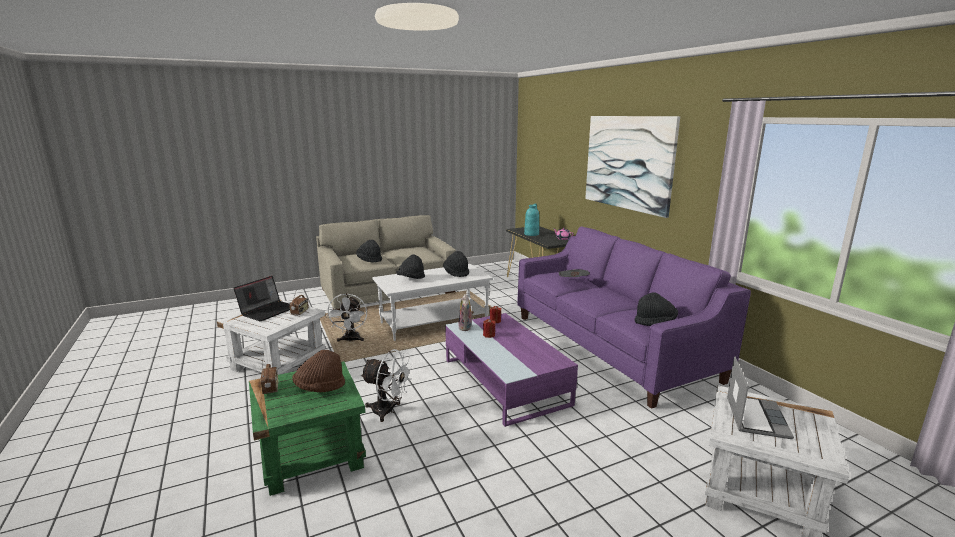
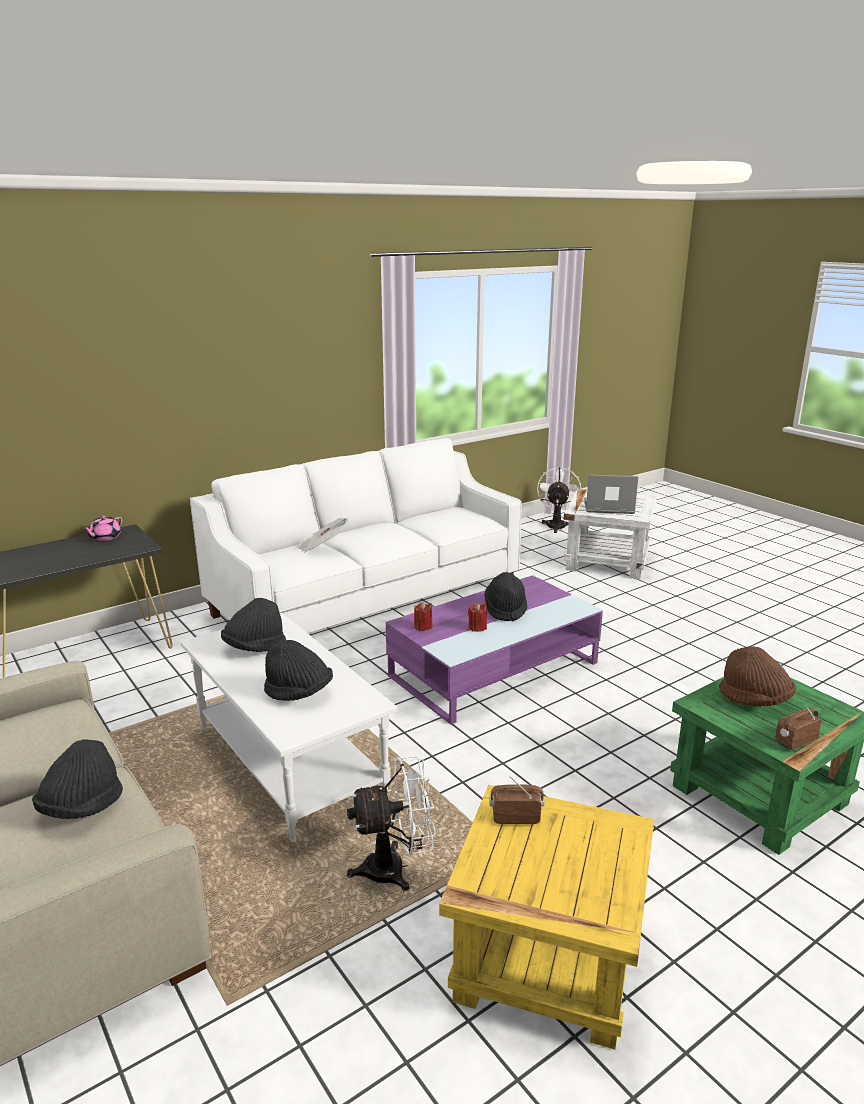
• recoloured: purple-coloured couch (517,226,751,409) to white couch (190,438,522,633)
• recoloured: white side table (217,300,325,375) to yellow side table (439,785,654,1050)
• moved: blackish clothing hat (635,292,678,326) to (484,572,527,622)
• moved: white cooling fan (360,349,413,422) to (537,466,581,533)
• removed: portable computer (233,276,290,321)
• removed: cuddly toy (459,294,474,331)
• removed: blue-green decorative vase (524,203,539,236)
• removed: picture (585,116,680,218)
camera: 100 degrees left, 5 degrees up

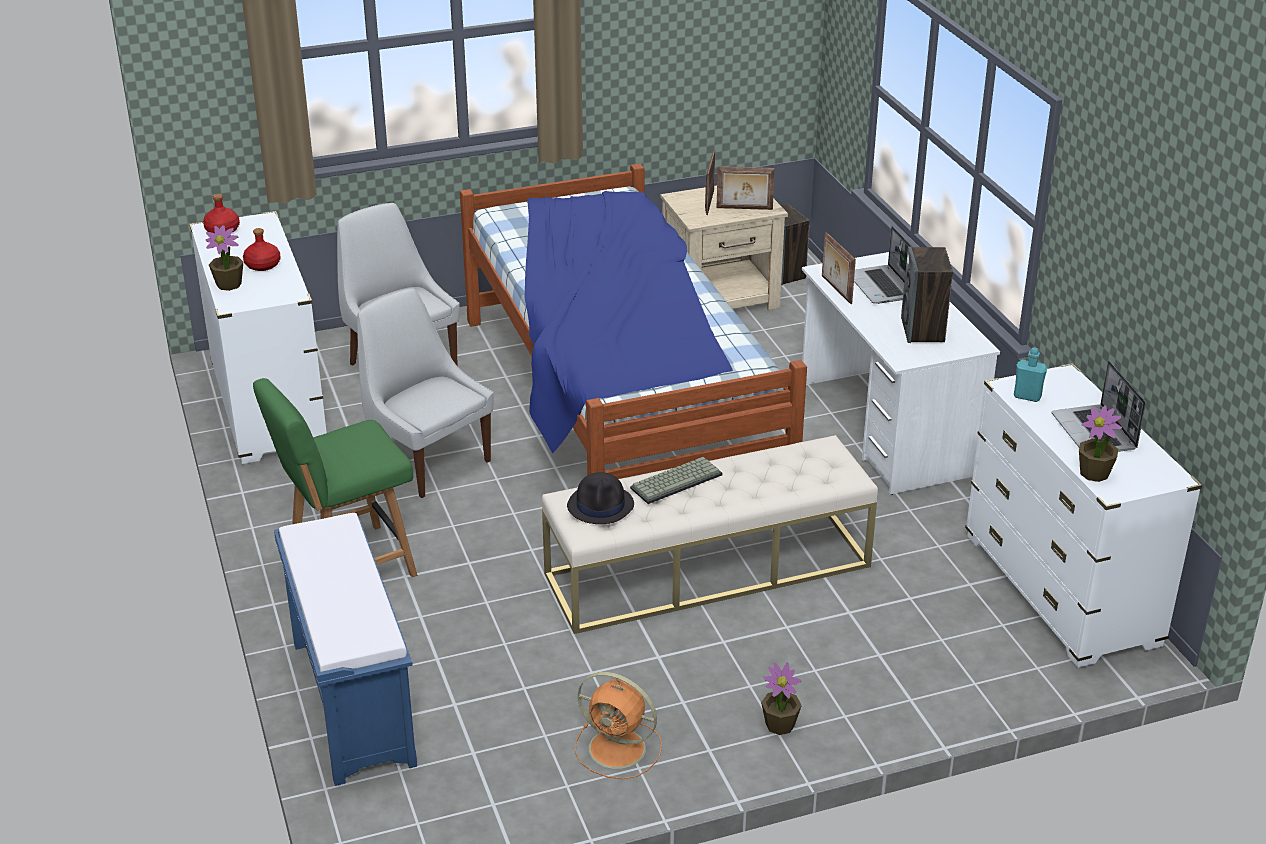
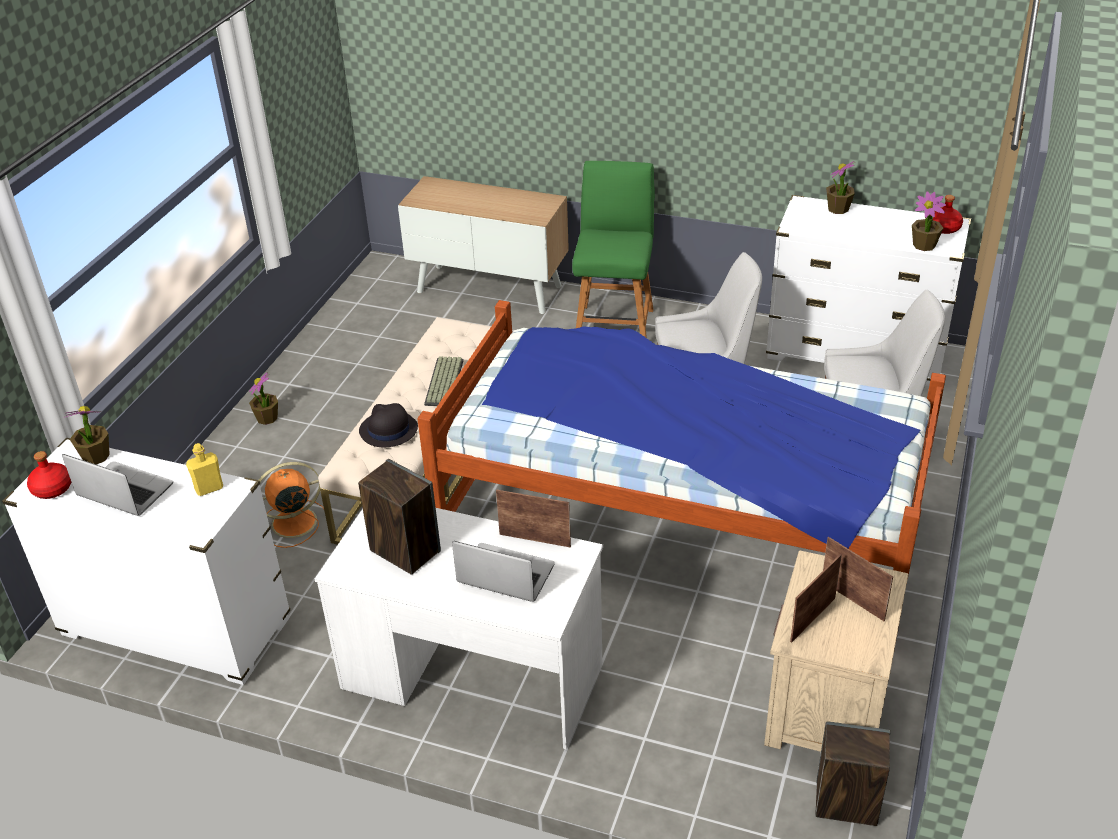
• moved: red drink bottle (243,228,280,271) to (27,451,71,499)
• recoloured: blue-green drink bottle (1014,347,1047,402) to yellow drink bottle (186,443,223,496)
• moved: orangey cooling fan (575,672,662,779) to (259,462,324,548)
• moved: blackish clothing hat (567,472,634,524) to (359,403,418,447)
• replaced: blue-coloured indoor bench (274,513,417,786) to cabinet (398,176,569,314)
• added: potted plant (912,192,946,251)
camera: 130 degrees right, 5 degrees up

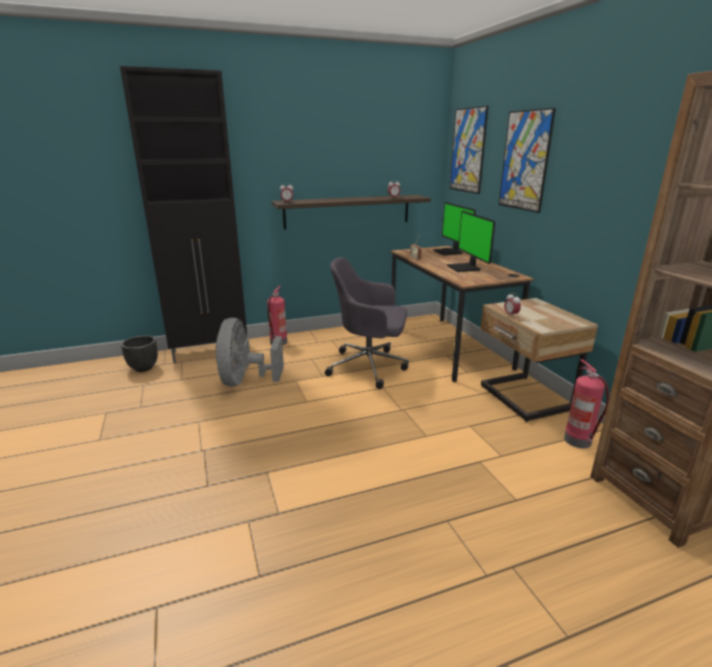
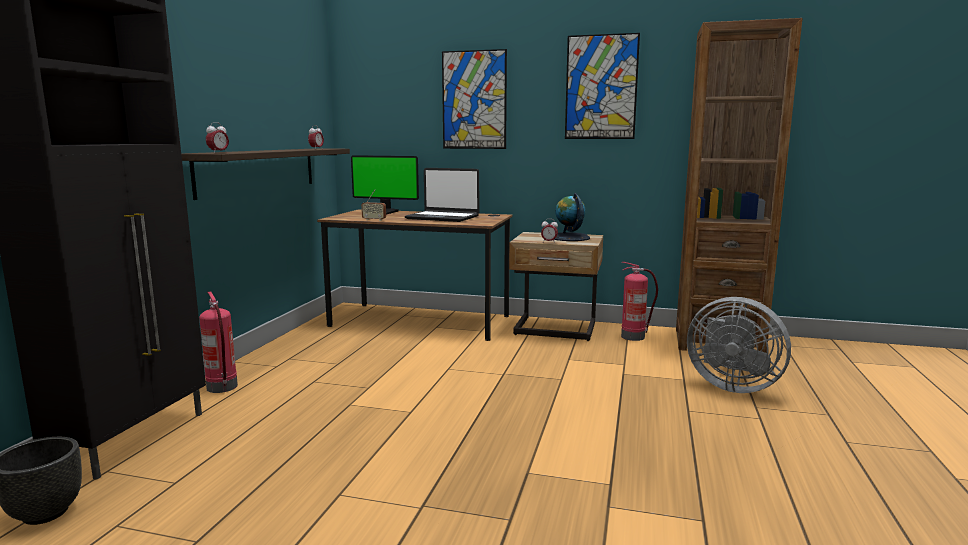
• replaced: computer display (447,211,495,272) to portable computer (405,168,479,222)
• added: globe (554,193,590,241)
• moved: picture (450,106,488,194) to (565,33,640,139)
• moved: grey cooling fan (215,318,284,387) to (687,297,791,393)
• removed: grey computer chair (325,257,409,389)
camera: 55 degrees left, 10 degrees down

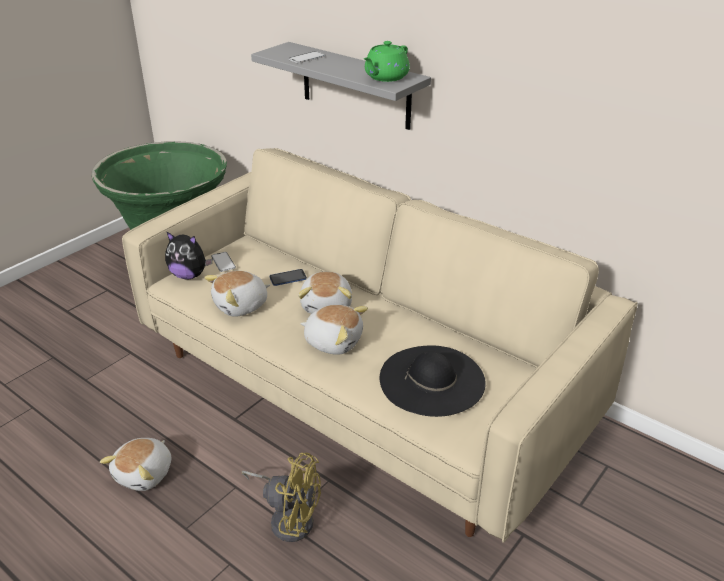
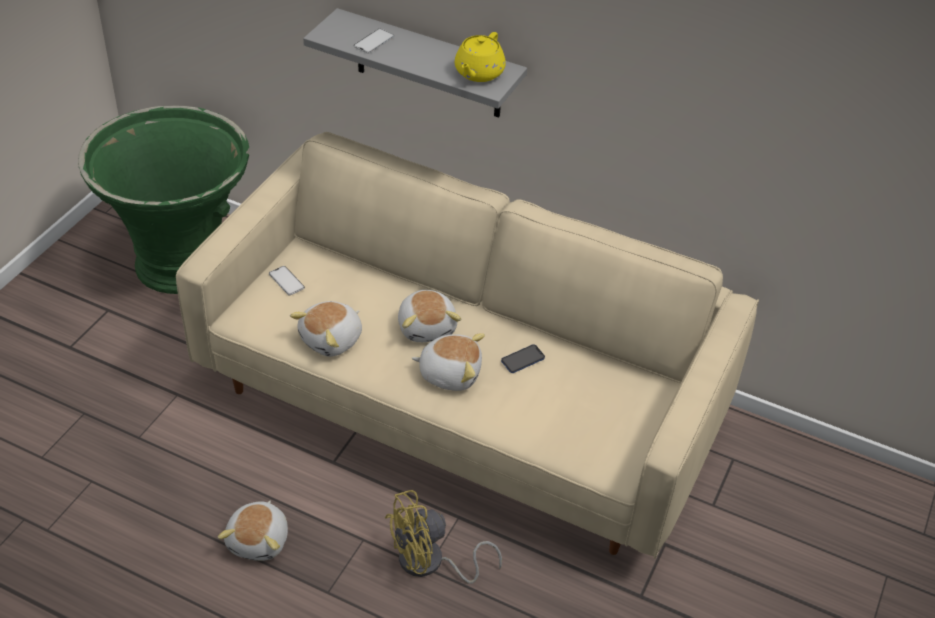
• turned: yellow cooling fan (242,452,321,542) = (385,490,502,584) 150 degrees clockwise
• recoloured: greenish tea pot (364,41,410,82) to yellow tea pot (455,32,506,82)
• moved: handset (270,269,307,286) to (501,344,545,373)
• removed: cuddly toy (165,232,212,279)
• removed: blackish clothing hat (380,345,486,417)
camera: 15 degrees left, 10 degrees up

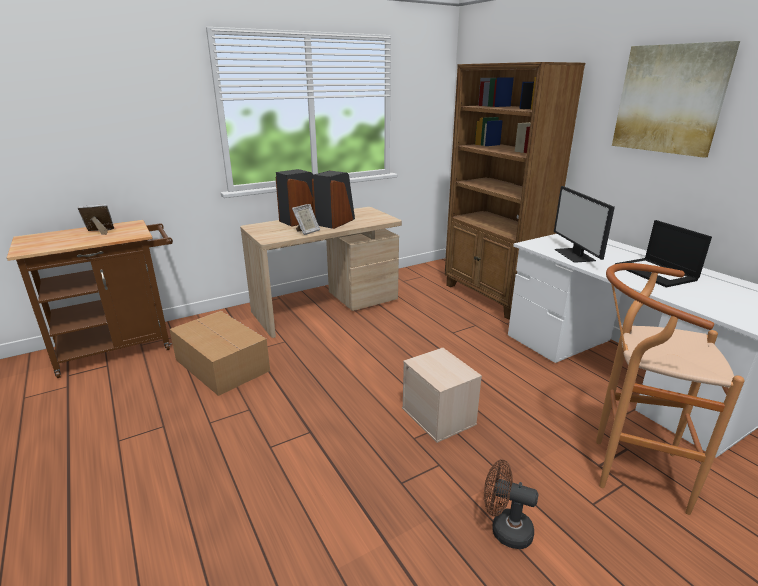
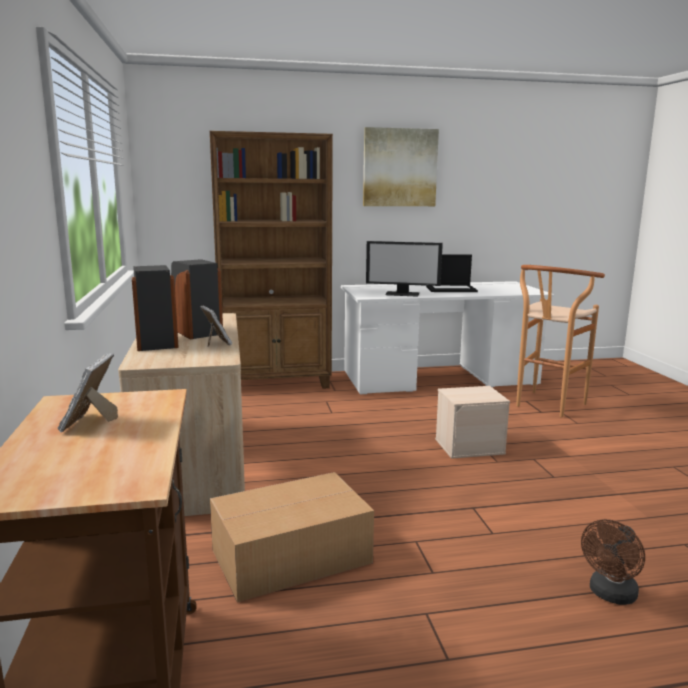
• moved: brownish cooling fan (484,459,538,549) to (581,519,645,605)
camera: 70 degrees left, 10 degrees down

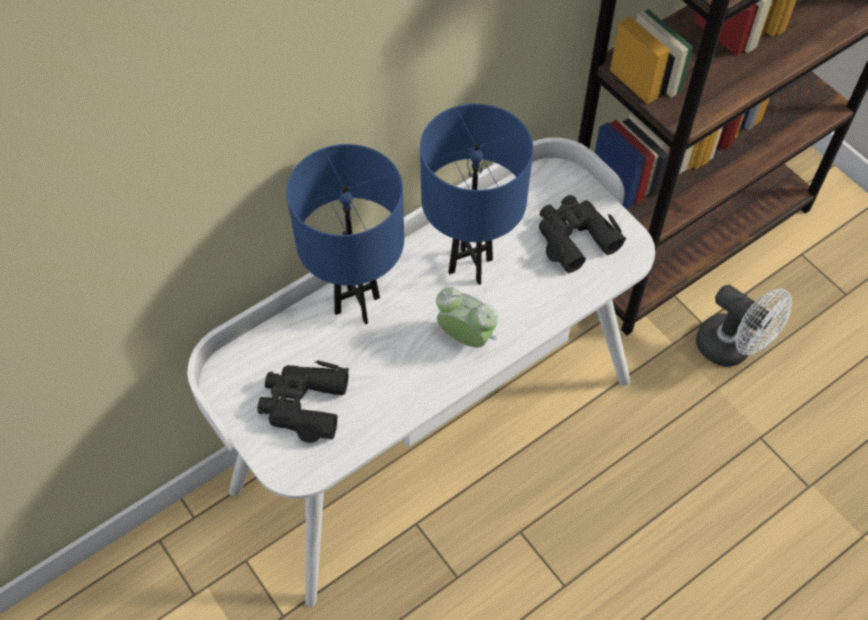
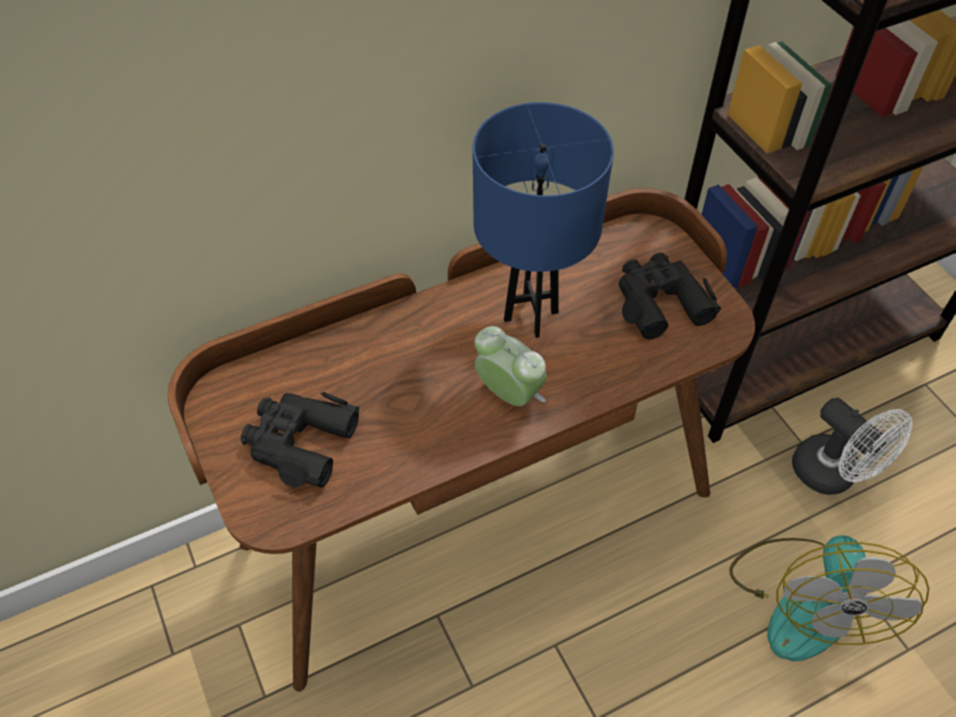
• recoloured: white desk (187,137,655,607) to brownish desk (168,188,755,692)
• added: cooling fan (729,535,929,661)
• removed: blue-coloured lamp for a table (286,144,404,325)
camera: 10 degrees right, 5 degrees down

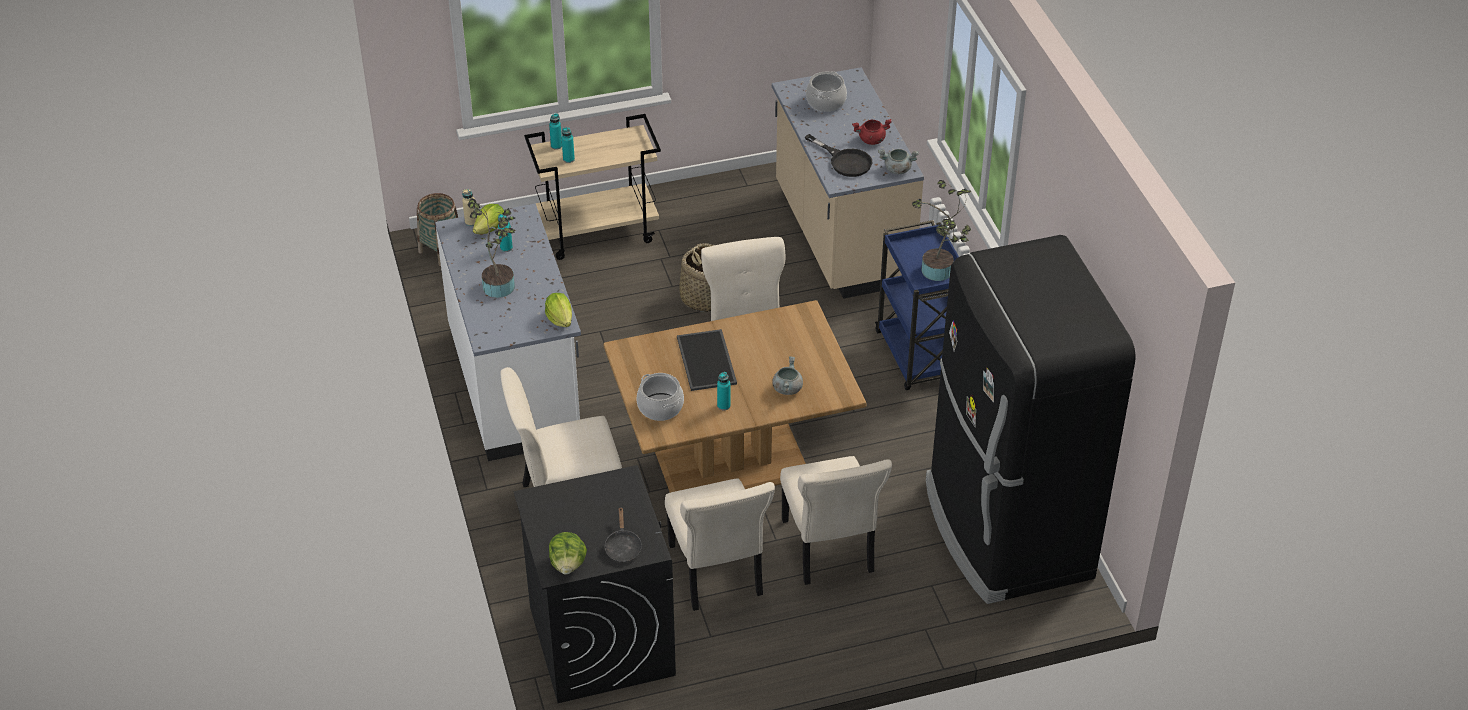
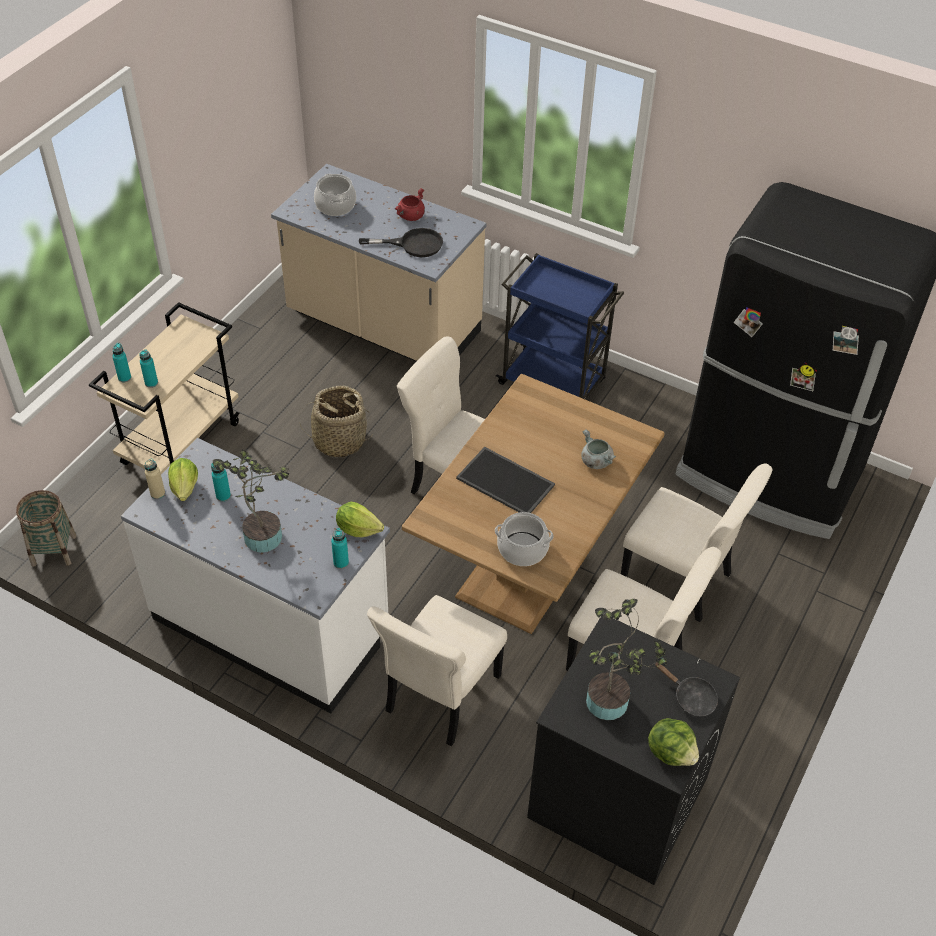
• moved: blue-green drink bottle (717,372,731,410) to (331,528,349,569)
• moved: potted plant (912,180,971,281) to (586,599,667,720)
• removed: grey stockpot (878,149,919,174)
camera: 45 degrees left, 5 degrees up

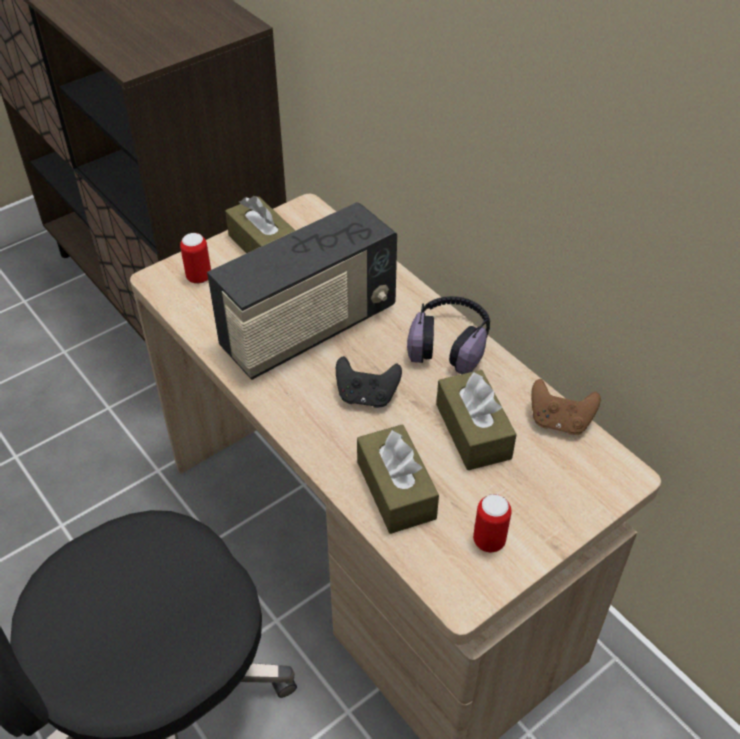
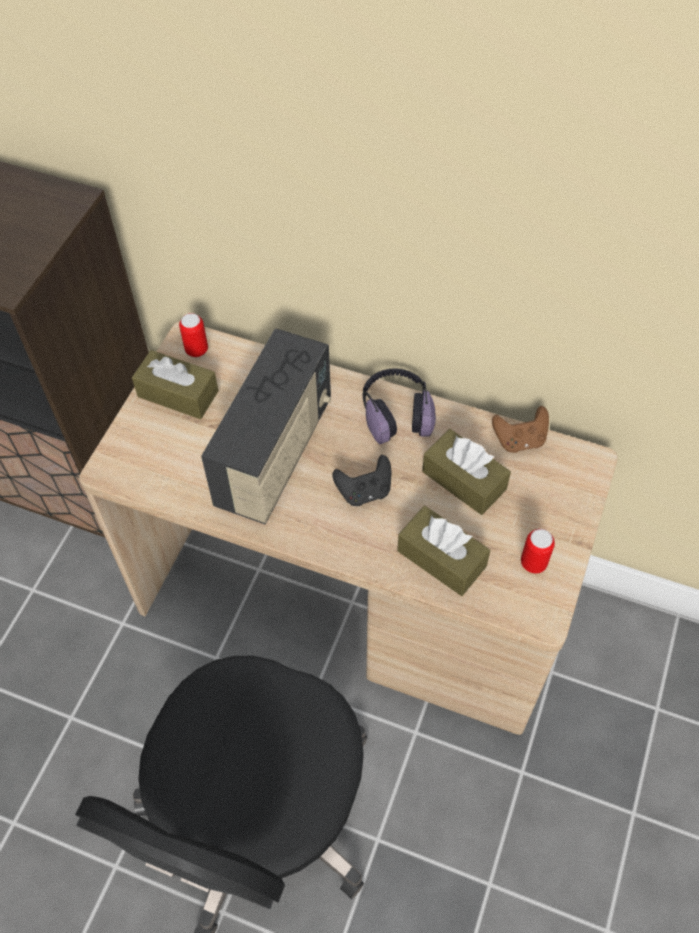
• moved: metal can (180,233,211,284) to (179,313,208,357)
camera: 30 degrees left, 10 degrees up

